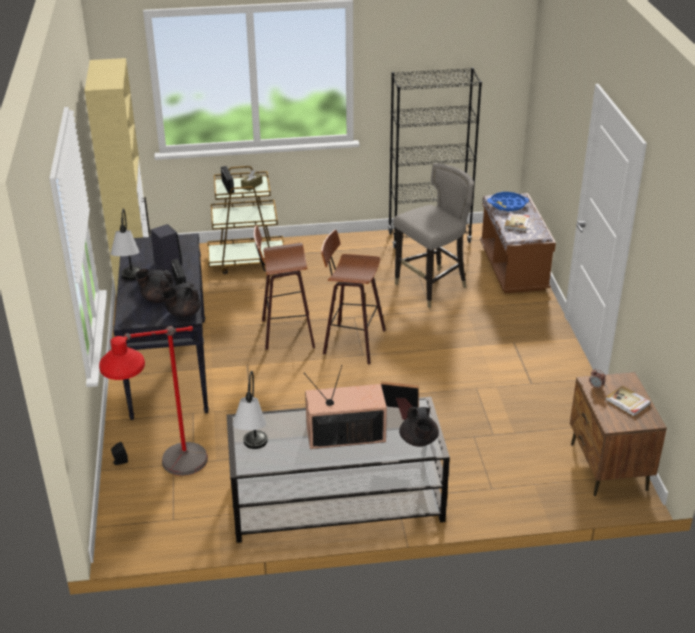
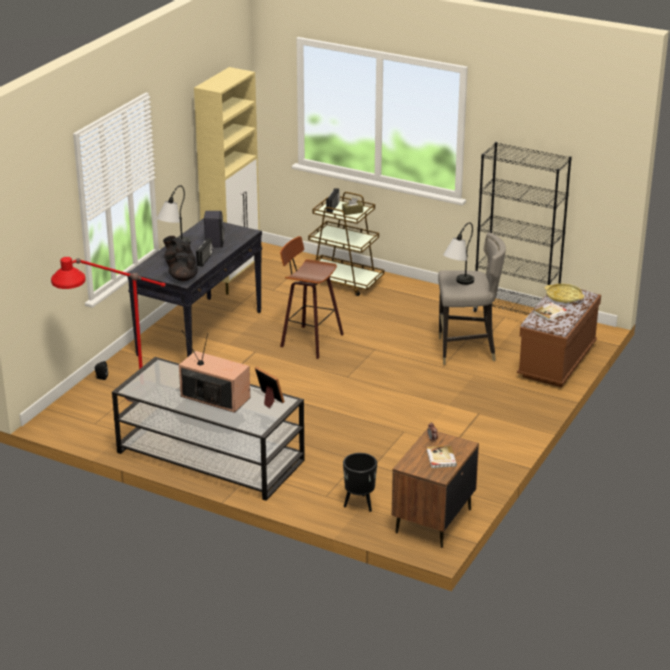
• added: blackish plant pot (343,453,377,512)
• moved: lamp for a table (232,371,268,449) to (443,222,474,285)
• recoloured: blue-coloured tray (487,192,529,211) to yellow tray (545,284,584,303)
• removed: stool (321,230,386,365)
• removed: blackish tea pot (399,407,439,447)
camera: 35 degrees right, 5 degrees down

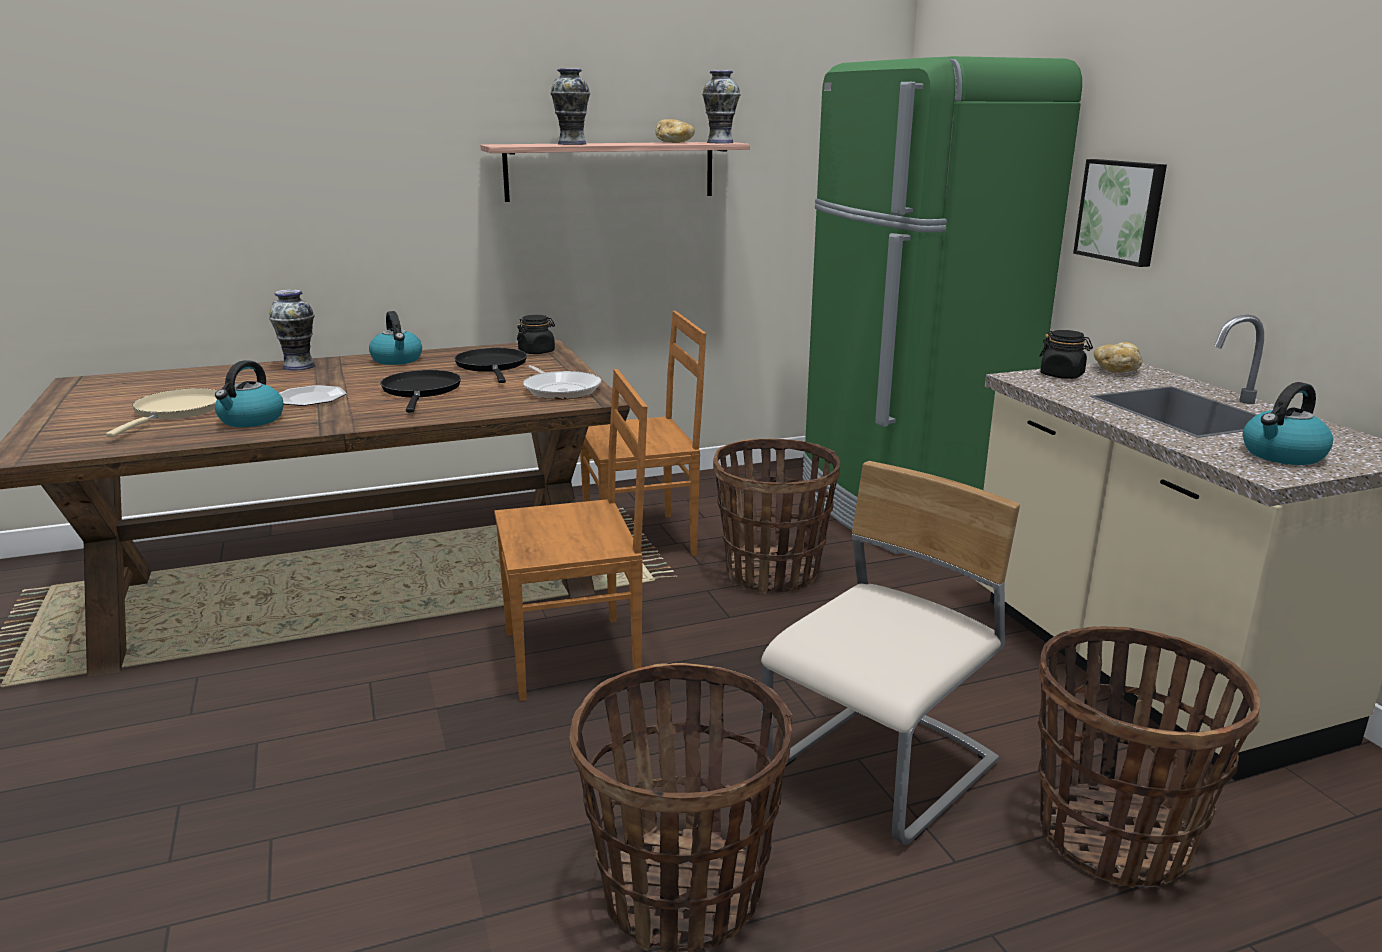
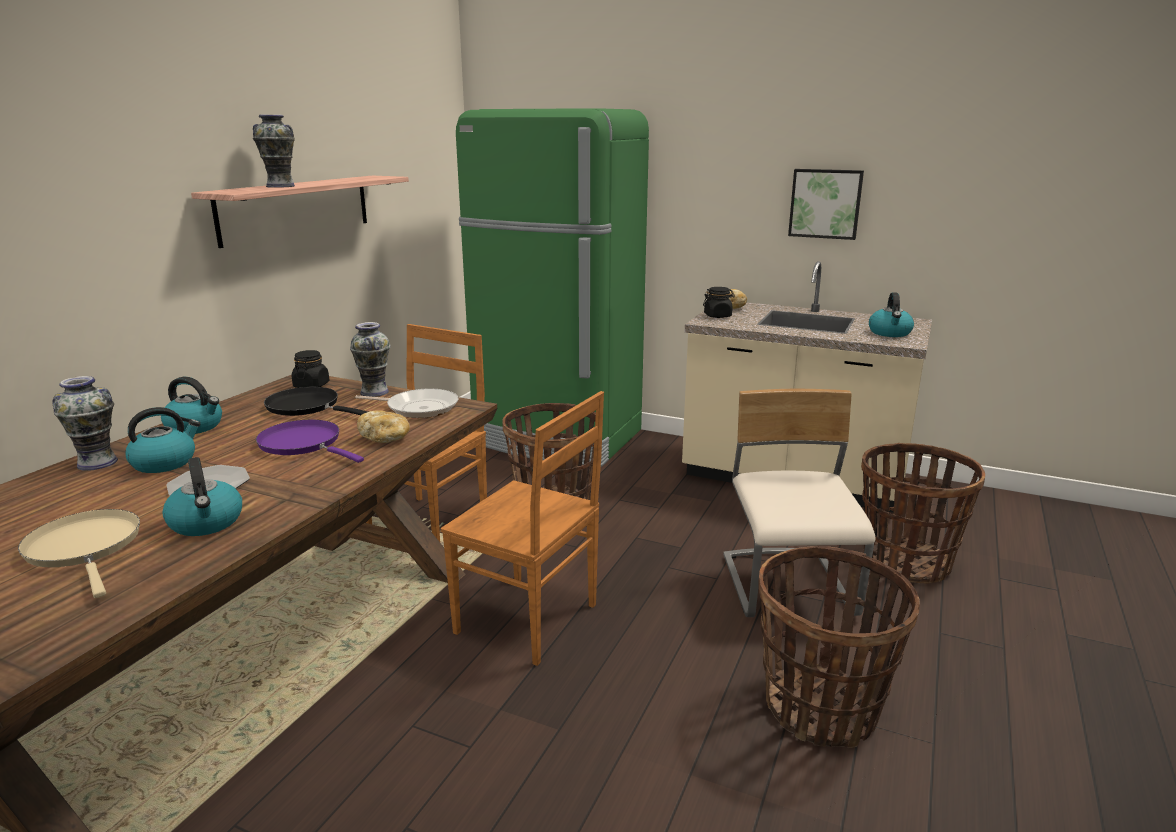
• added: tea kettle (125,407,201,473)
• recoloured: blackish pan (380,370,461,413) to purple-coloured pan (256,420,364,463)
• moved: decorative vase (702,70,740,143) to (350,322,391,397)
• moved: bakery bread (655,119,695,143) to (357,410,410,443)
• turned: brownish upright chair (494,369,648,701) = (441,391,604,666) 90 degrees clockwise
• moved: picture (1073,159,1167,267) to (788,169,864,240)
camera: 45 degrees left, 0 degrees up

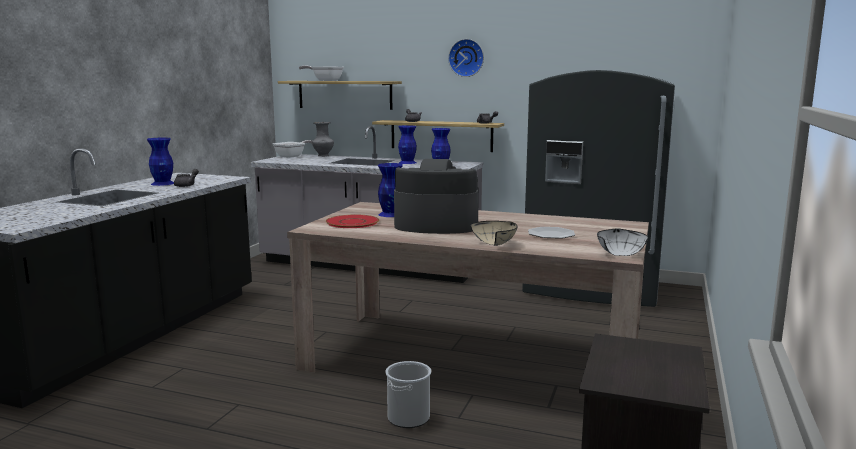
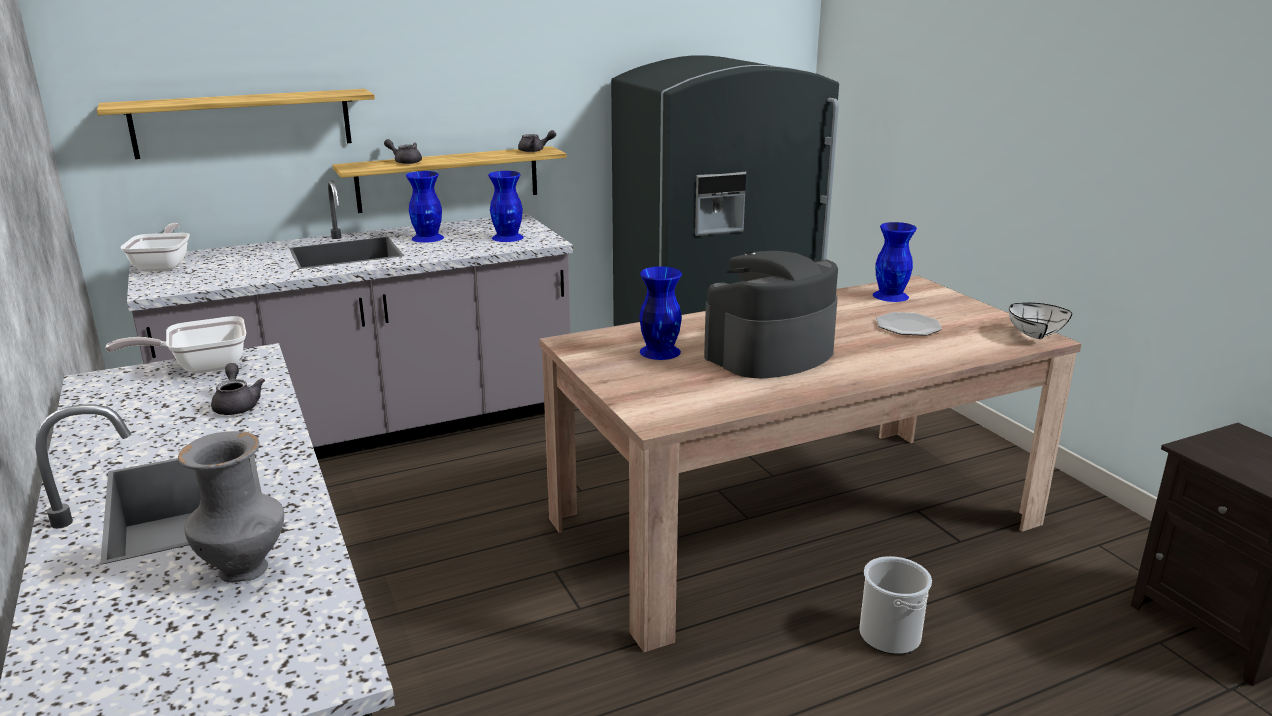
• moved: pan (299,66,344,81) to (105,316,246,374)
• moved: grey decorative vase (312,122,334,157) to (178,431,284,583)
• moved: blue-coloured decorative vase (147,137,174,186) to (873,222,917,302)
• removed: red dinner plate (326,214,379,228)
• removed: wall clock (448,39,484,77)
• removed: sand-coloured deep dish (471,221,518,246)
camera: 45 degrees left, 10 degrees up

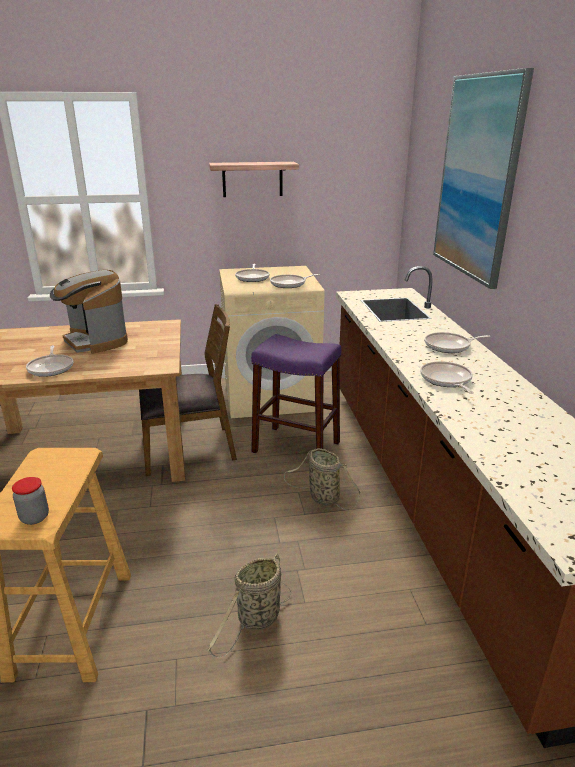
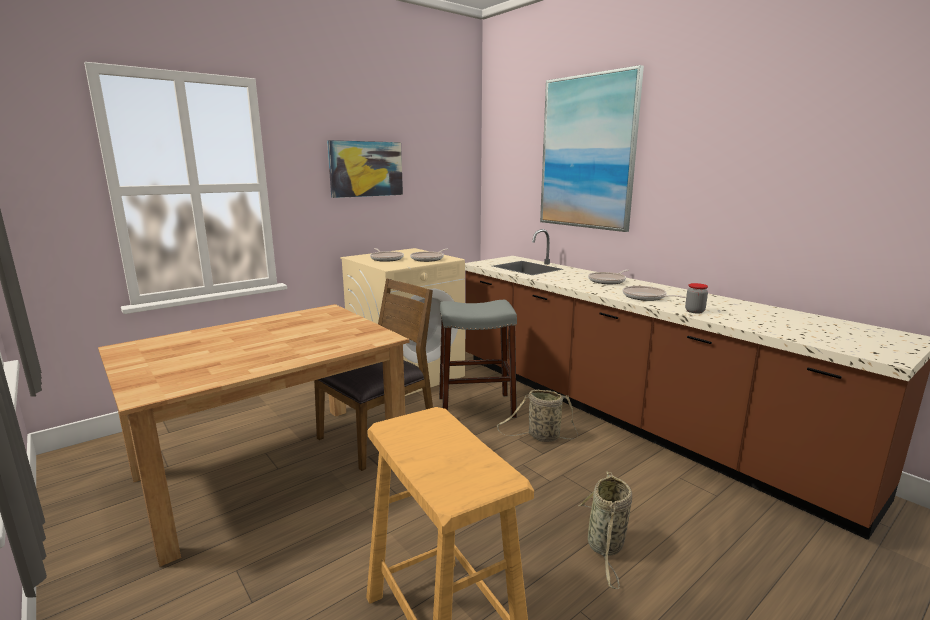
• replaced: wall shelf (209,162,299,197) to picture (327,140,403,198)
• recoloured: purple-coloured stool (251,334,341,453) to grey stool (439,300,517,418)
• moved: storage jar (12,477,49,525) to (685,283,708,314)
• removed: pan (26,345,73,377)
• removed: coffee maker (50,270,128,354)
camera: 30 degrees left, 10 degrees down

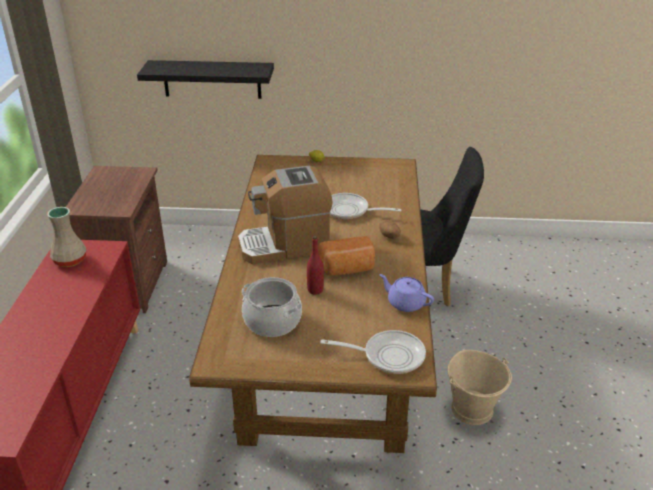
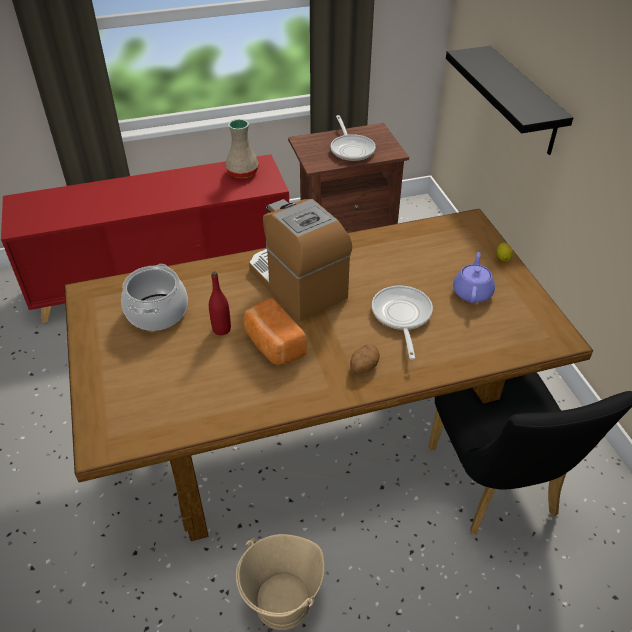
• moved: pan (321,330,426,374) to (331,115,375,161)
• moved: purple-coloured tea pot (379,274,434,312) to (453,252,495,303)
camera: 70 degrees right, 10 degrees up

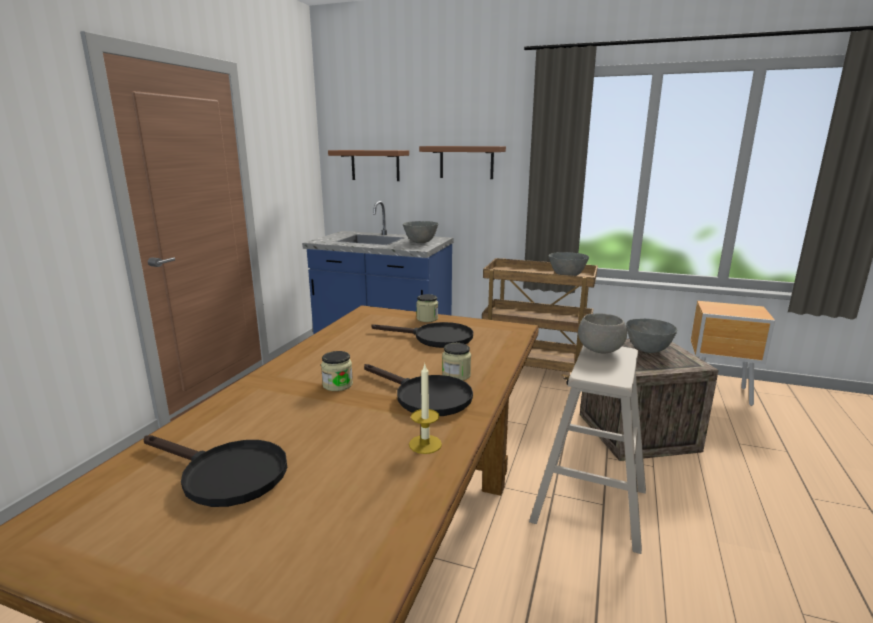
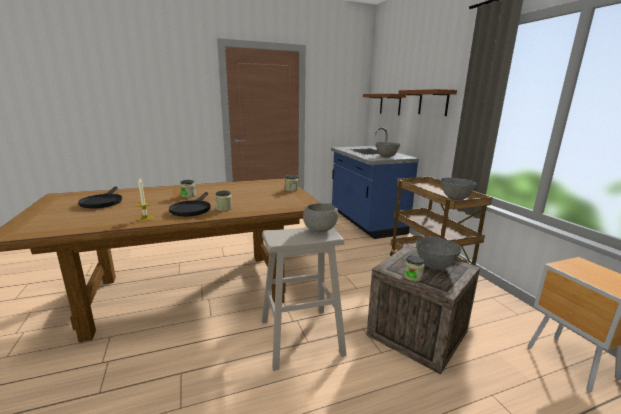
• added: storage jar (403,255,425,281)
• removed: blackish pan (371,322,473,348)
camera: 50 degrees right, 0 degrees up

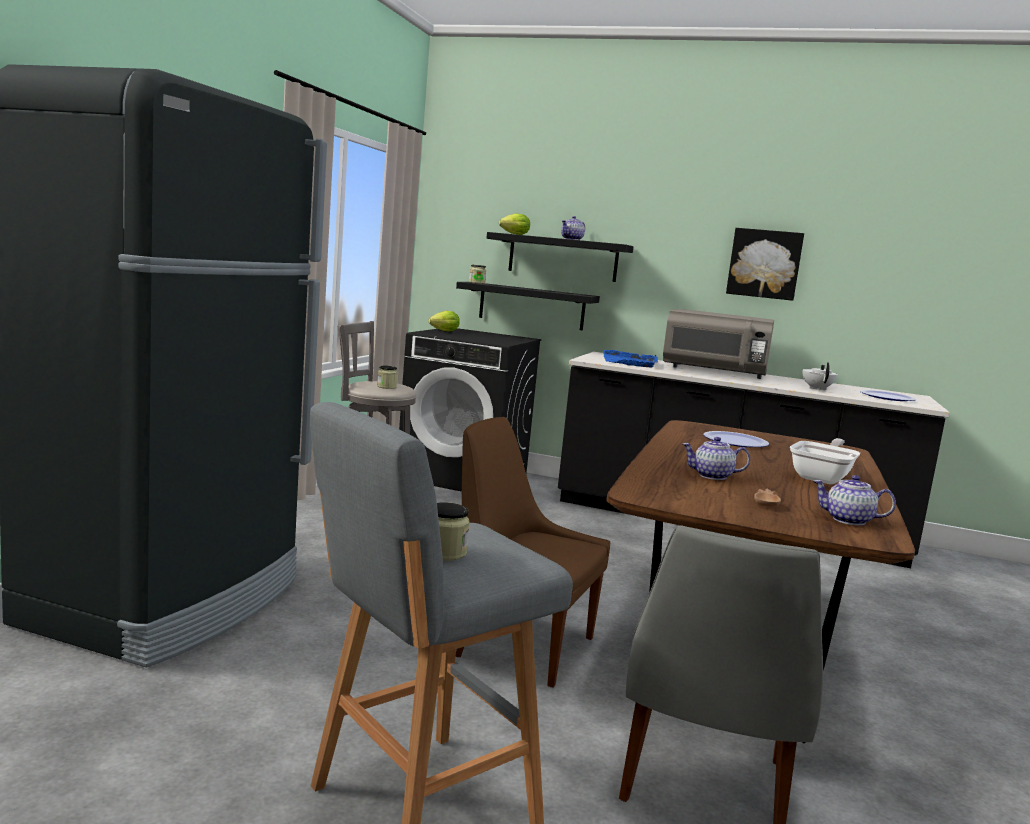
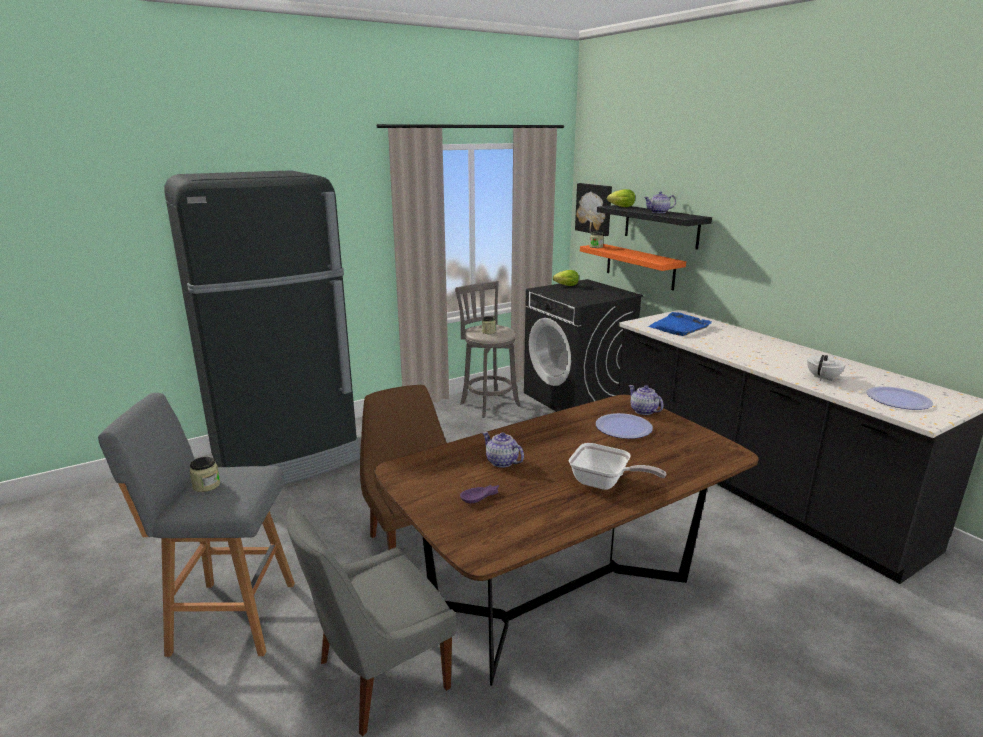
• recoloured: brownish deep dish (754,488,781,508) to purple-coloured deep dish (460,485,499,503)
• turned: pan (790,438,860,484) = (569,443,666,490) 45 degrees clockwise
• moved: picture (726,228,804,301) to (575,183,612,236)
• recoloured: blackish wall shelf (456,282,600,331) to orangey wall shelf (580,244,686,290)
• moved: tea pot (813,475,896,526) to (629,385,664,415)
• removed: grey kitchen microwave (663,309,774,379)
camera: 40 degrees right, 10 degrees up

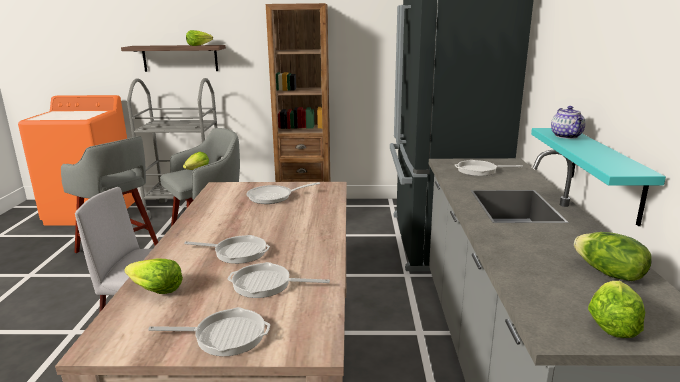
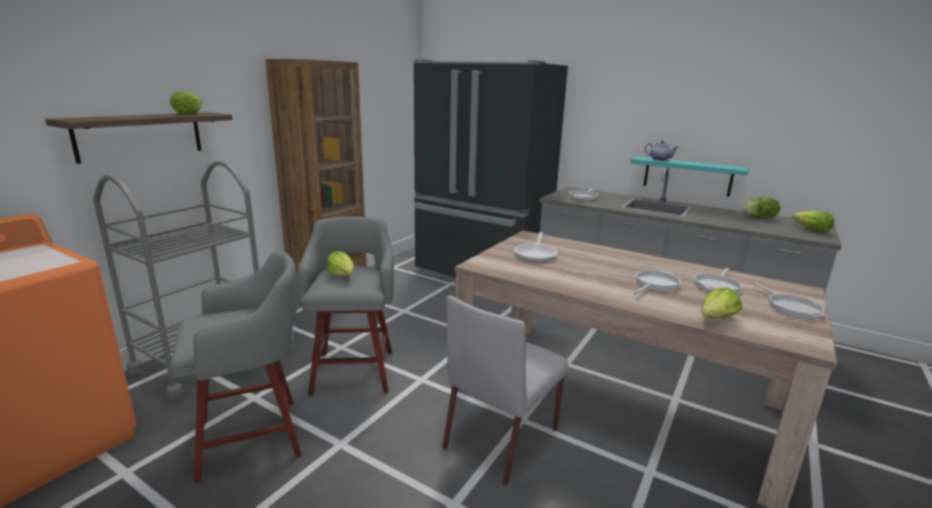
• turned: pan (148,307,270,356) = (752,282,825,319) 135 degrees clockwise
camera: 60 degrees left, 0 degrees up

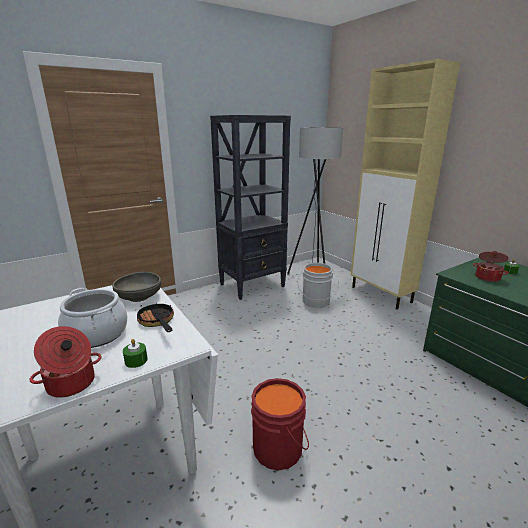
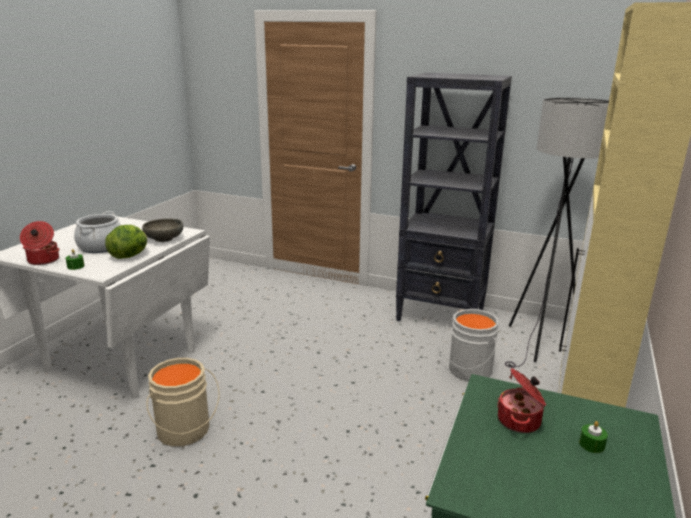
• replaced: pan (137,302,174,332) to lettuce head (105,225,147,259)
• recoloured: red bucket (251,378,309,470) to sand-coloured bucket (146,358,220,447)
camera: 55 degrees right, 0 degrees up

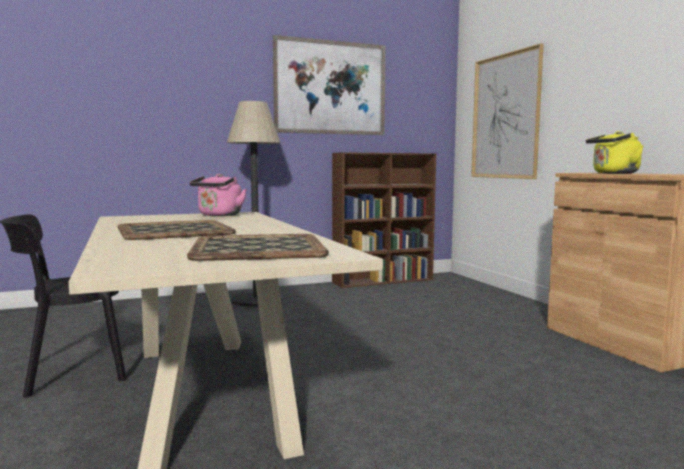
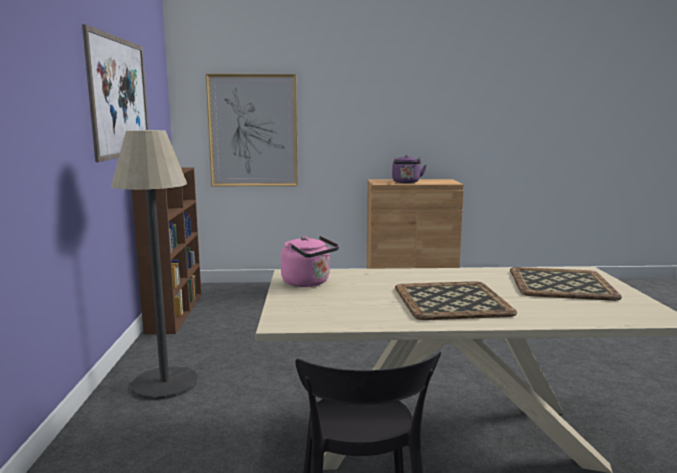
• recoloured: yellow tea kettle (586,131,644,174) to purple-coloured tea kettle (392,155,427,183)
camera: 70 degrees left, 5 degrees up

